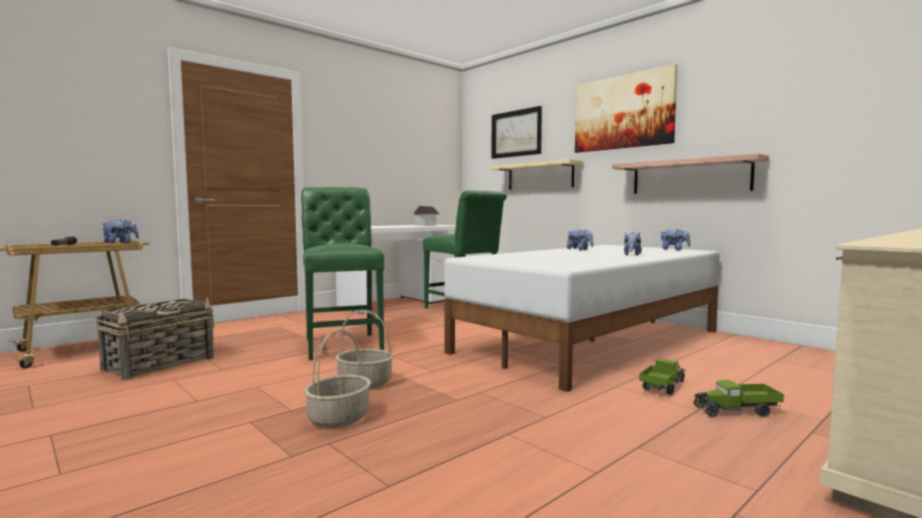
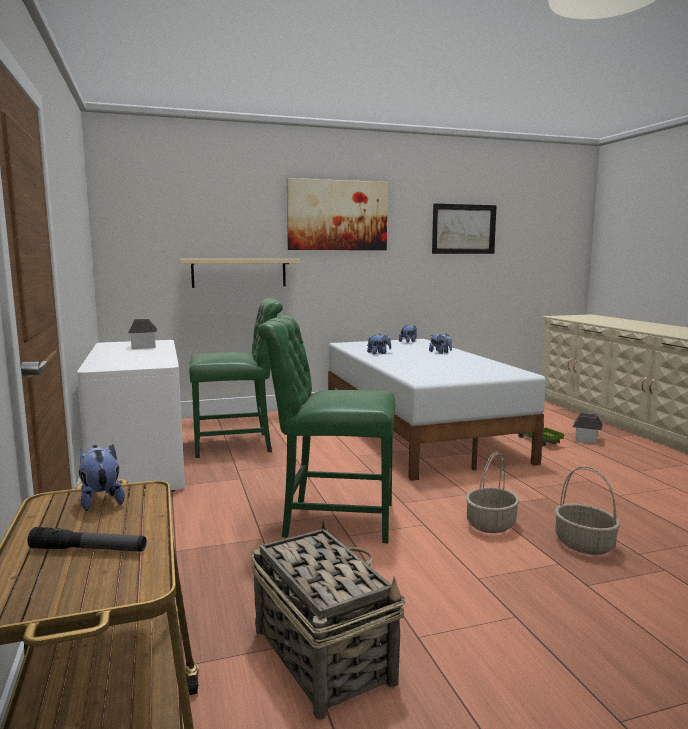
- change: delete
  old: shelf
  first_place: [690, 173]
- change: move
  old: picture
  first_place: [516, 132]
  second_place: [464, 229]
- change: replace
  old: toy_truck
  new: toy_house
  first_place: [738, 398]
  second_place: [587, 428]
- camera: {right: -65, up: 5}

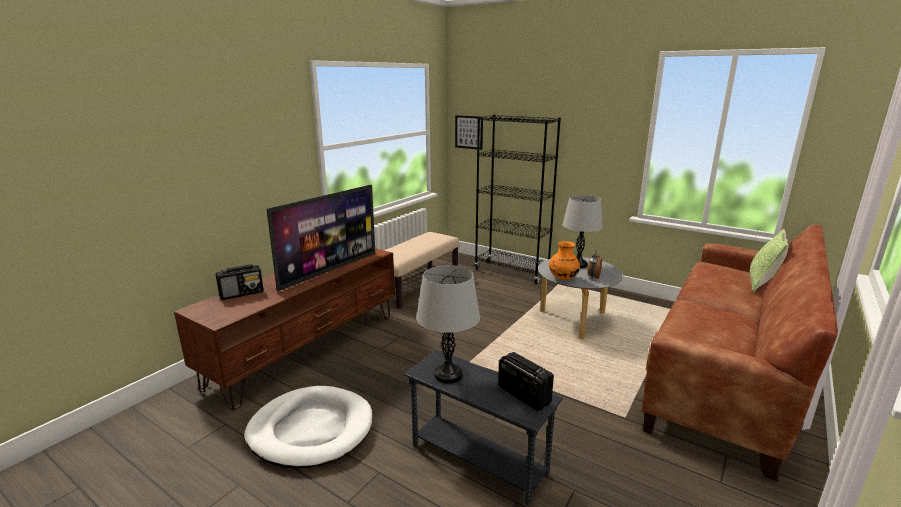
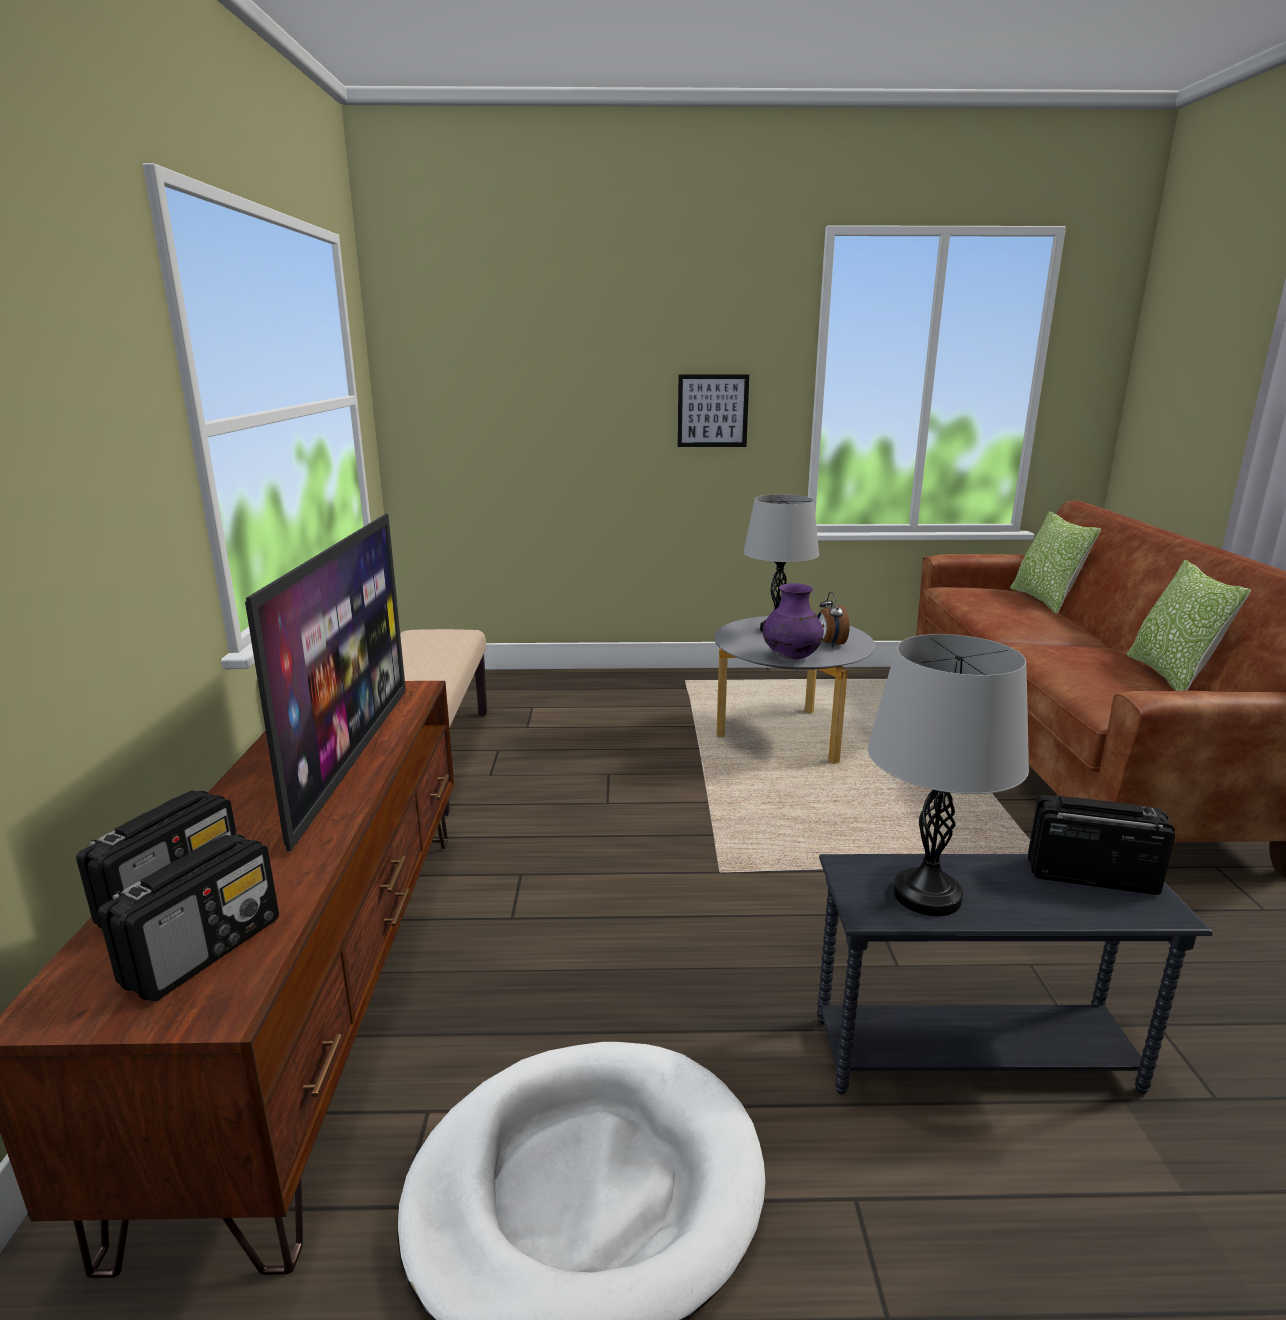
- change: delete
  old: black_bookcase
  first_place: [518, 199]
- change: insert
  new: radio
  second_place: [188, 918]
- change: insert
  new: pillow
  second_place: [1188, 625]
- change: move
  old: picture
  first_place: [469, 132]
  second_place: [713, 410]
- change: recolor
  old: orange_vase
  new: purple_vase
  first_place: [564, 260]
  second_place: [793, 621]
- camera: {right: -35, up: 0}

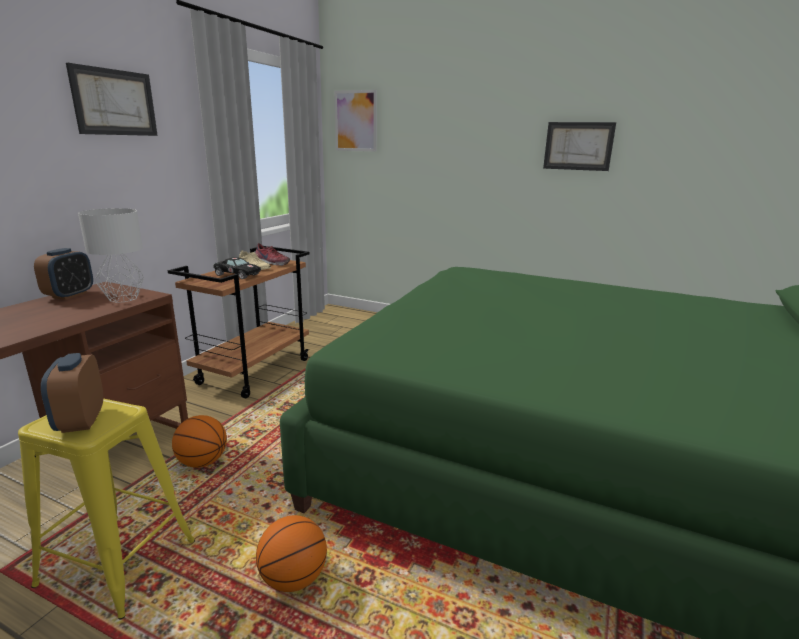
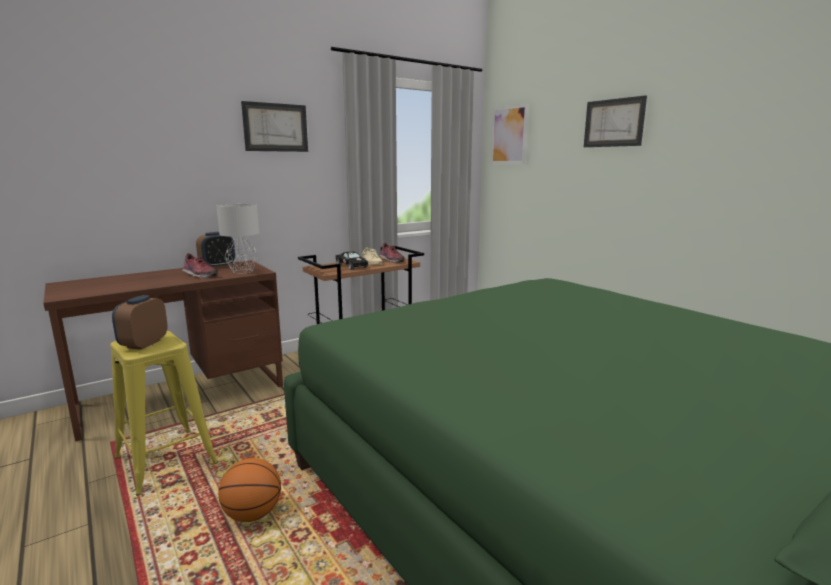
- change: delete
  old: basketball
  first_place: [199, 441]
- change: insert
  new: shoe
  second_place: [200, 265]
- change: move
  old: picture
  first_place: [579, 146]
  second_place: [615, 121]
- camera: {right: 30, up: -5}

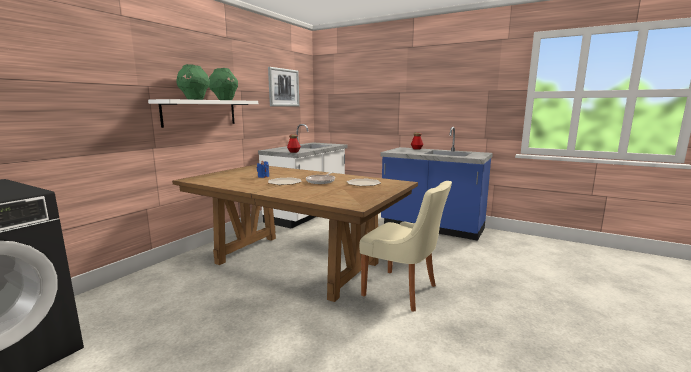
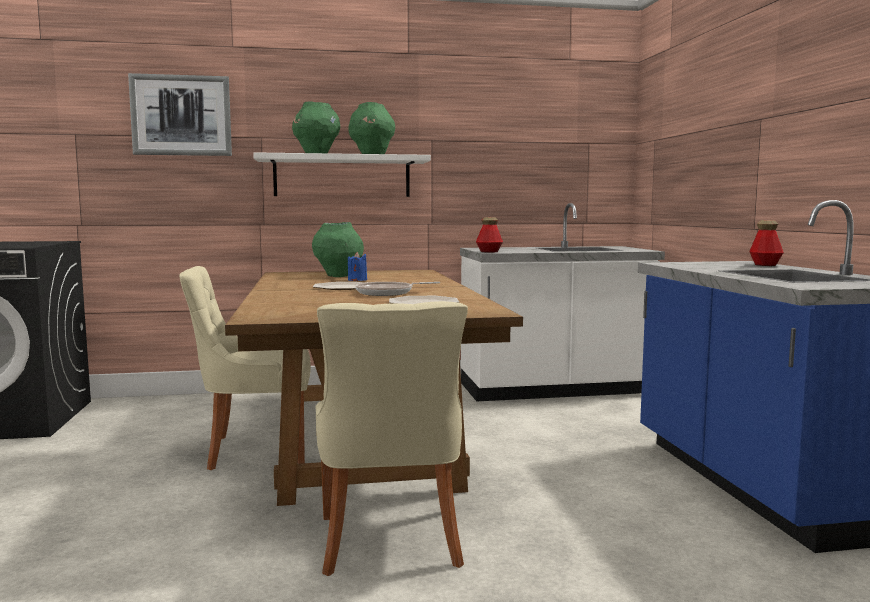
- change: insert
  new: beige_chair
  second_place: [245, 368]
- change: insert
  new: green_vase
  second_place: [338, 249]
- change: move
  old: picture
  first_place: [283, 86]
  second_place: [180, 114]
- camera: {right: 50, up: -5}

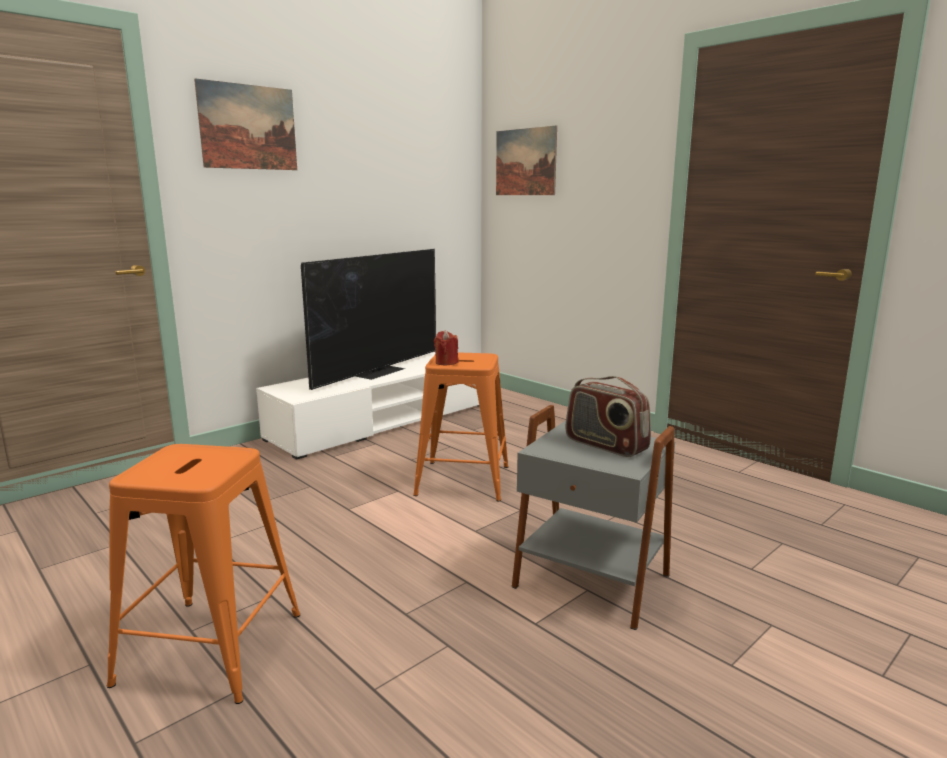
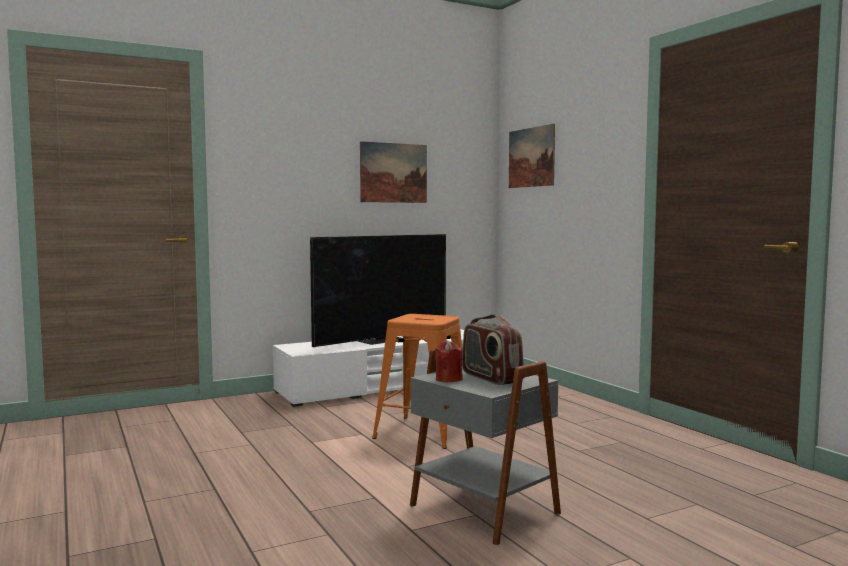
- change: delete
  old: orange_stool
  first_place: [203, 574]
- change: move
  old: picture
  first_place: [245, 124]
  second_place: [393, 172]
- change: move
  old: red_candle
  first_place: [446, 348]
  second_place: [448, 361]
- camera: {right: 15, up: -10}

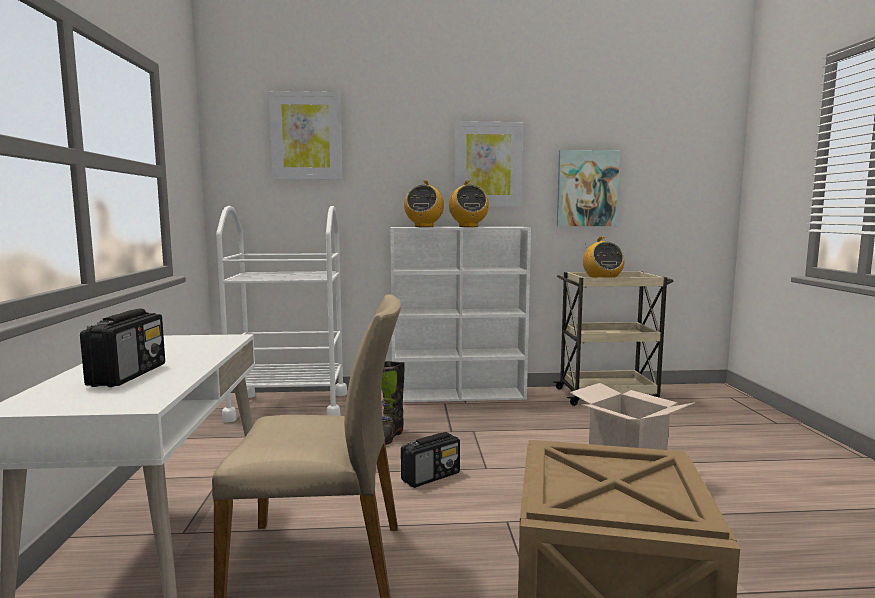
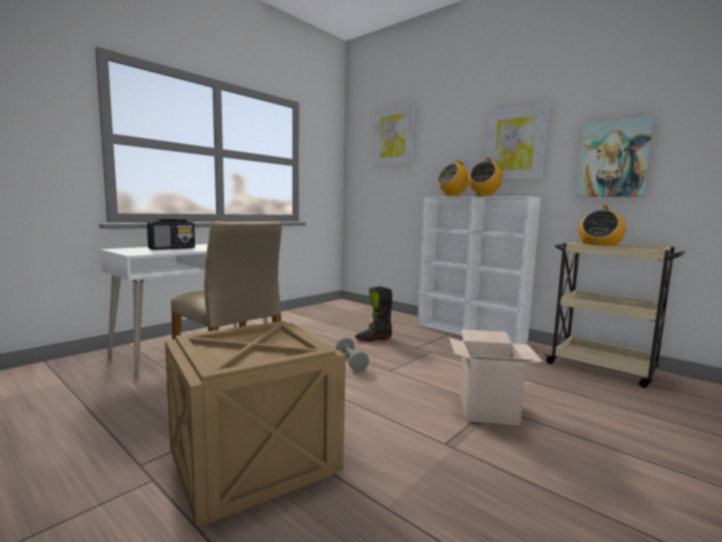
- change: delete
  old: white_cart
  first_place: [281, 314]
- change: replace
  old: radio
  new: grey_dumbbell
  first_place: [430, 460]
  second_place: [352, 354]
- camera: {right: 45, up: 0}

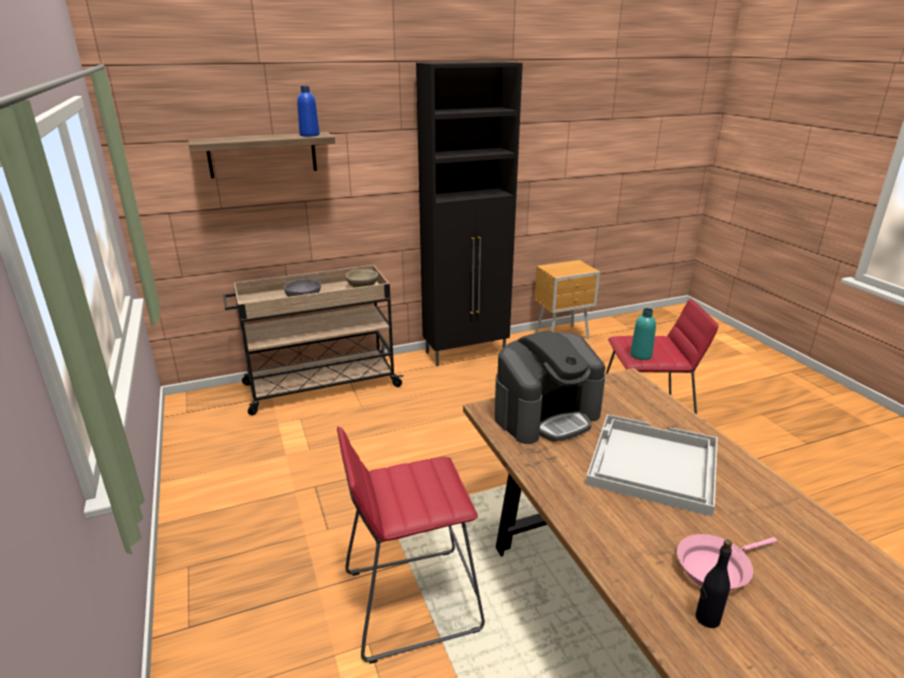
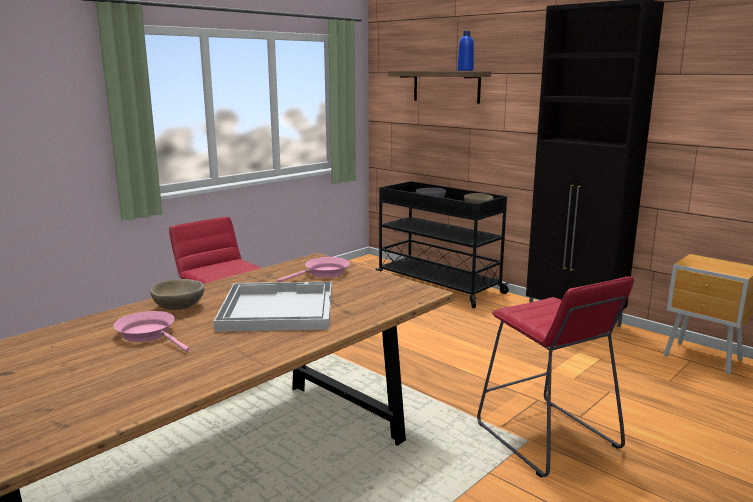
- change: delete
  old: turquoise_bottle
  first_place: [643, 334]
- change: delete
  old: black_bottle
  first_place: [713, 584]
- change: insert
  new: beige_bowl
  second_place: [177, 294]
- change: replace
  old: coffee_machine
  new: pink_frying_pan
  first_place: [549, 387]
  second_place: [313, 269]
- change: recolor
  old: beige_cart
  new: black_cart
  first_place: [313, 340]
  second_place: [443, 244]
- camera: {right: 65, up: -10}

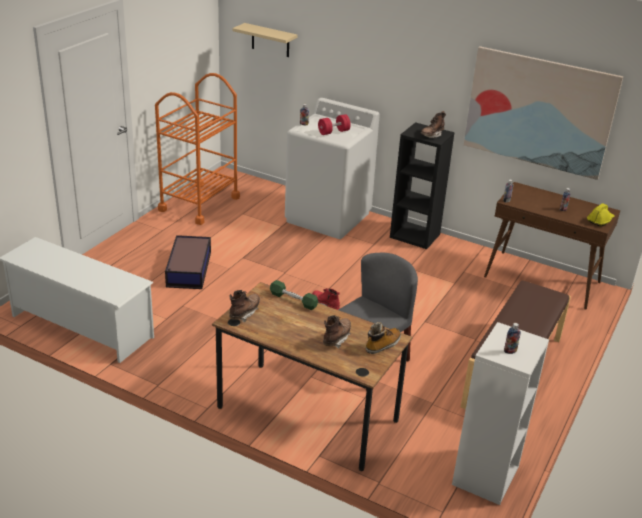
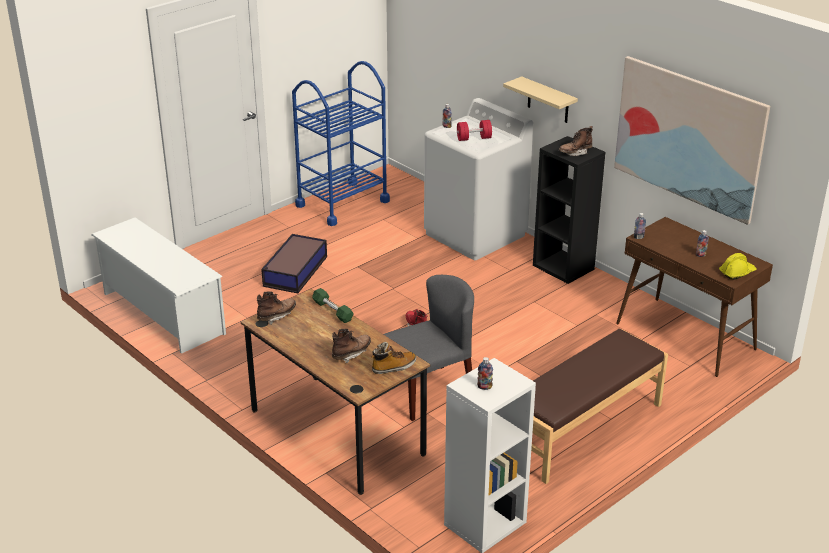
- change: move
  old: beige_shelf
  first_place: [265, 40]
  second_place: [540, 99]
- change: recolor
  old: orange_cart
  new: blue_cart
  first_place: [197, 149]
  second_place: [341, 143]
- camera: {right: 20, up: 0}

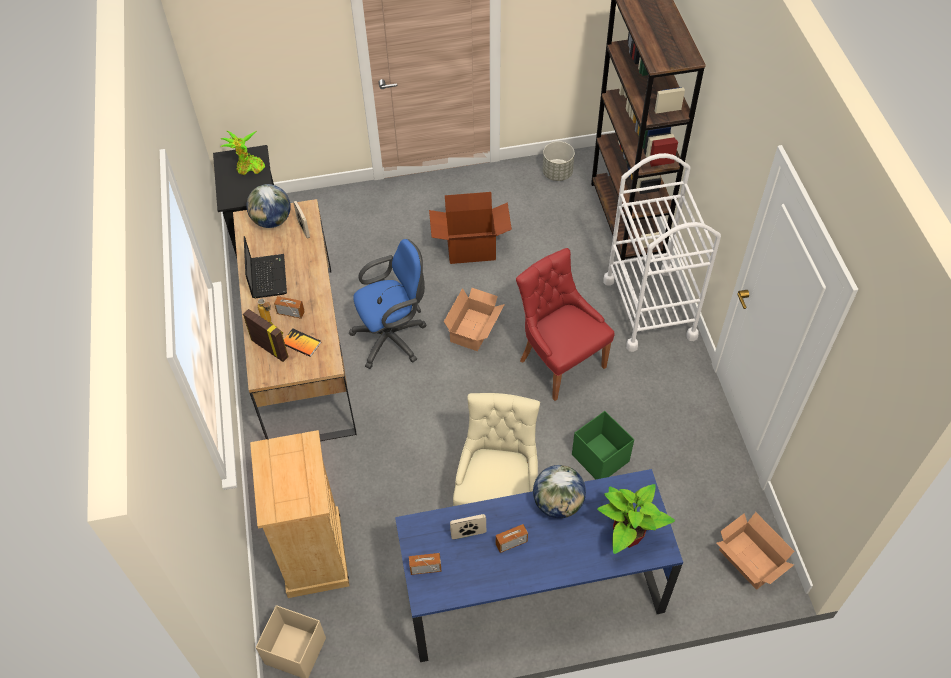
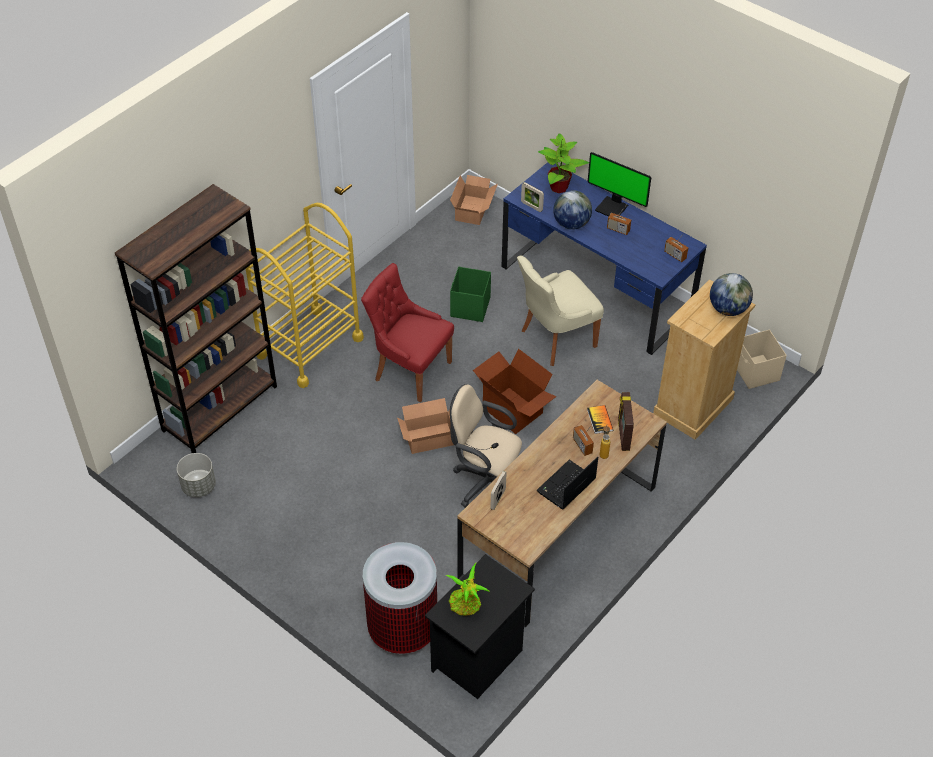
- change: insert
  new: trash_can
  second_place: [400, 598]
- change: insert
  new: monitor
  second_place: [619, 184]
- change: move
  old: globe
  first_place: [269, 206]
  second_place: [731, 294]
- change: move
  old: cardboard_box
  first_place: [470, 228]
  second_place: [514, 391]
- change: move
  old: picture_frame
  first_place: [468, 526]
  second_place: [532, 197]
- change: recolor
  old: blue_office_chair
  new: beige_office_chair
  first_place: [387, 304]
  second_place: [486, 445]
- change: recolor
  old: white_cart
  new: yellow_cart
  first_place: [662, 252]
  second_place: [305, 295]
- change: rotate
  old: red_chair
  first_place: [565, 324]
  second_place: [407, 332]
  degrees: 105
- camera: {right: -130, up: -5}

